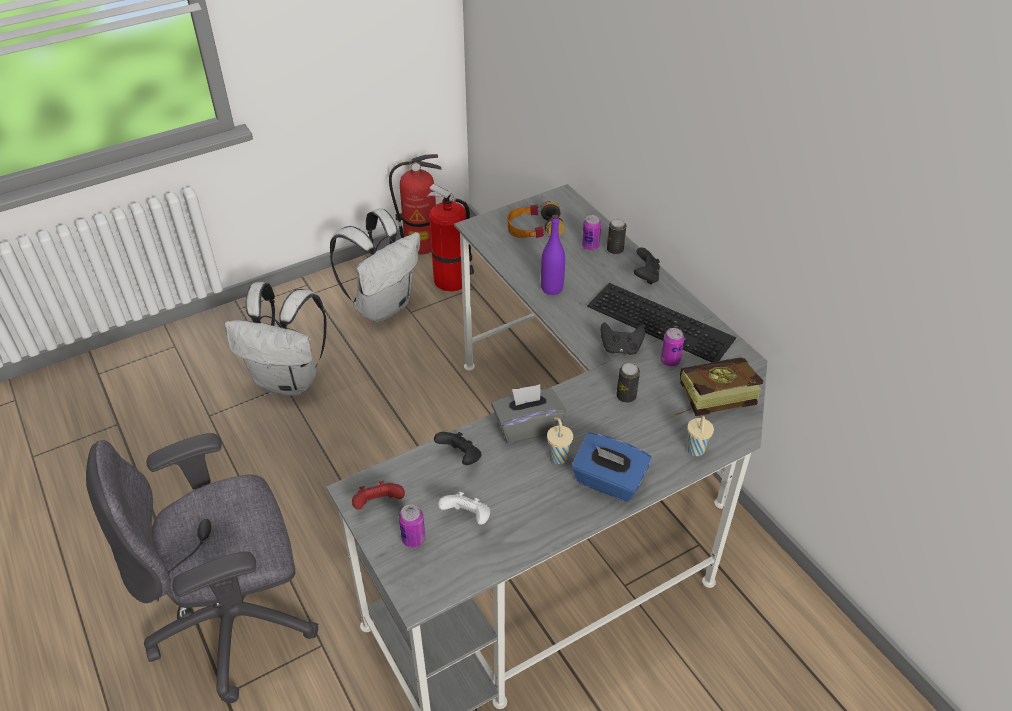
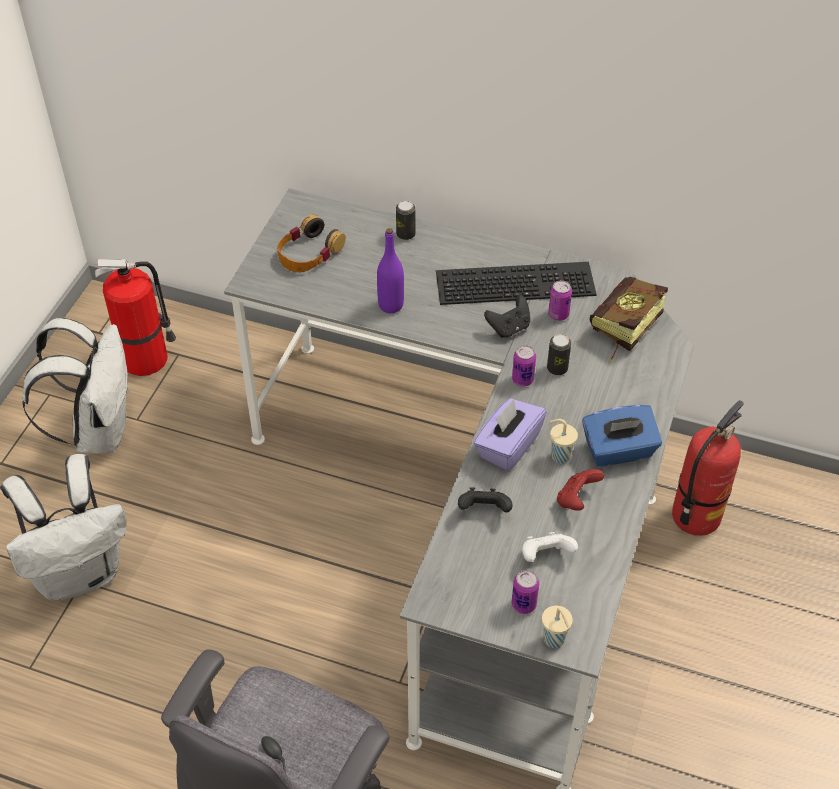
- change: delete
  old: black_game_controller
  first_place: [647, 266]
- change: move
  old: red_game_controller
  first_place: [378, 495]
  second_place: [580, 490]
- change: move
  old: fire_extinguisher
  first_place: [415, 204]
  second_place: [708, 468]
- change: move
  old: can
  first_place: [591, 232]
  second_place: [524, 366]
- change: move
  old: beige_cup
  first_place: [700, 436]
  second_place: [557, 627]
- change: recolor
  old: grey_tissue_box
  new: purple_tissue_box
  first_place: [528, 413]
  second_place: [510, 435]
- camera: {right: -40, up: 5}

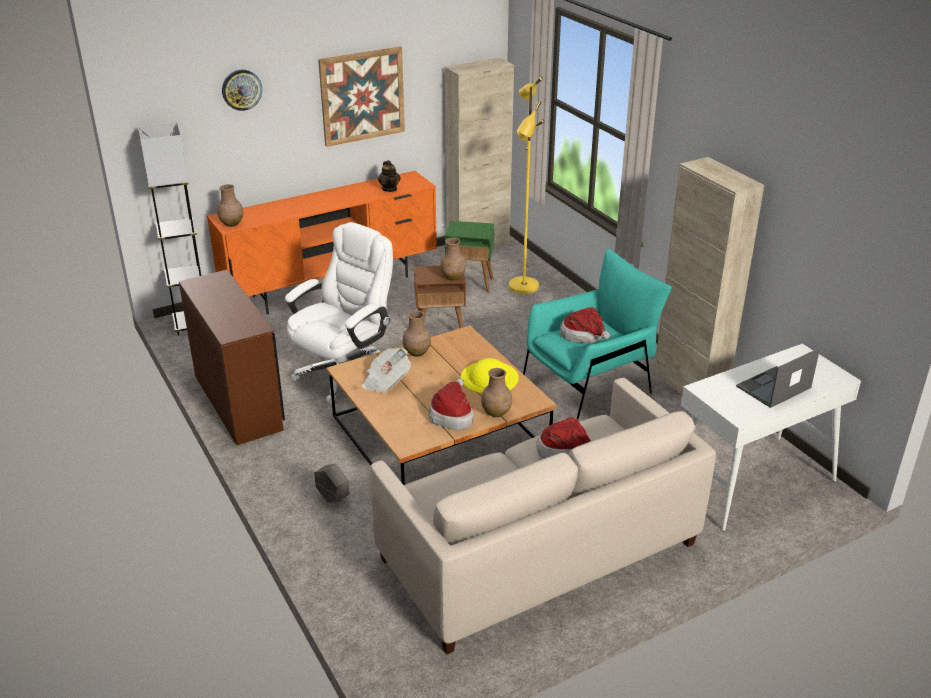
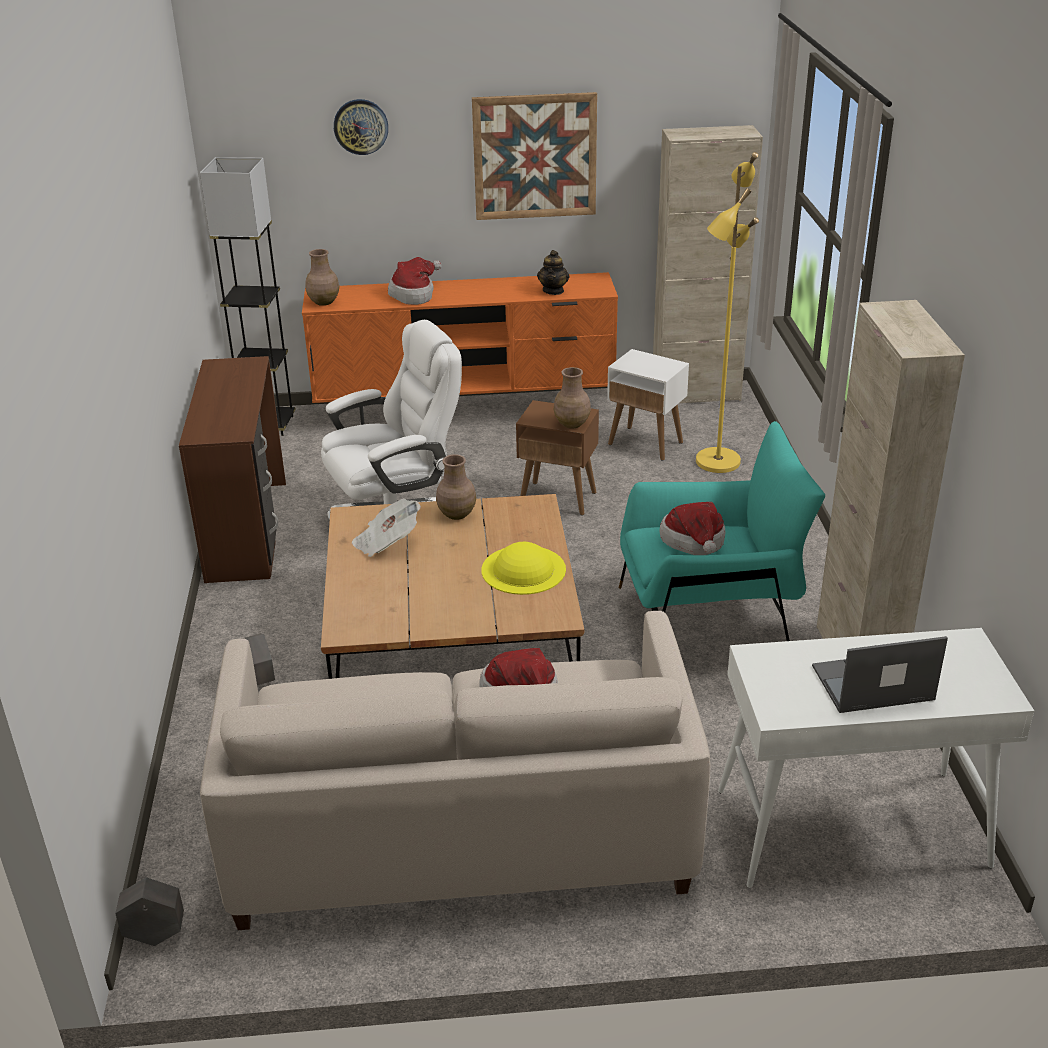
- change: delete
  old: brown_vase
  first_place: [496, 392]
- change: insert
  new: grey_planter
  second_place: [149, 911]
- change: move
  old: hat
  first_place: [451, 404]
  second_place: [415, 281]
- change: recolor
  old: green_side_table
  new: white_side_table
  first_place: [470, 257]
  second_place: [648, 404]
- camera: {right: 25, up: 0}

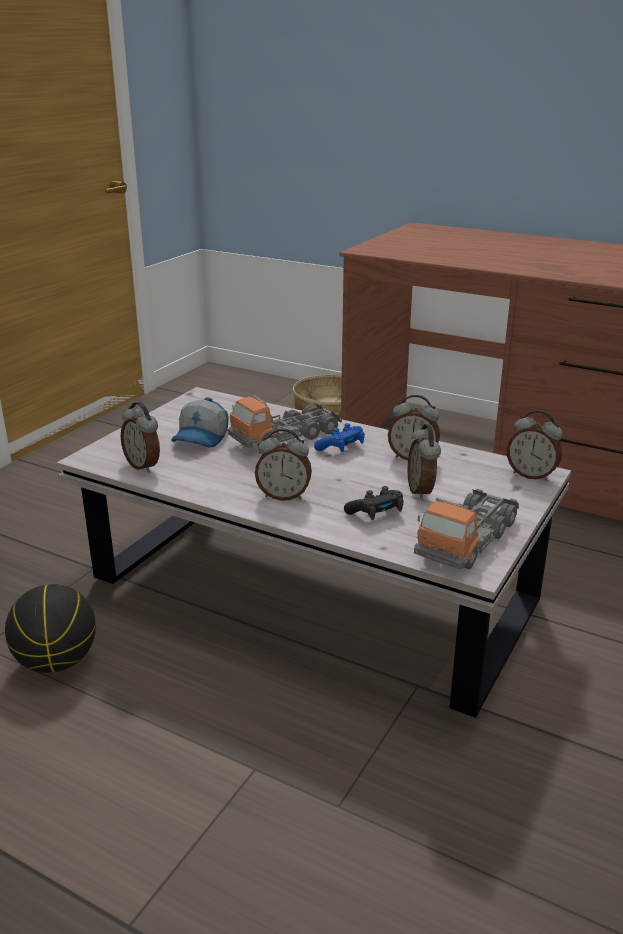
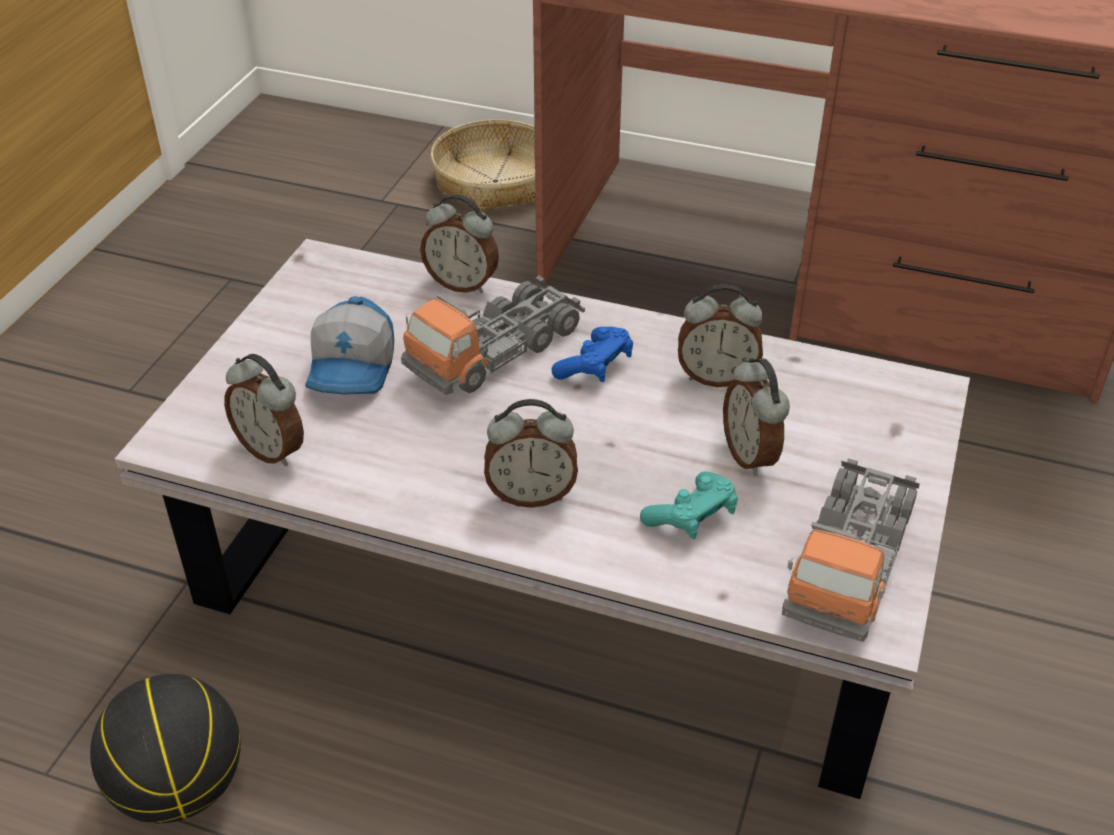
- change: move
  old: alarm_clock
  first_place: [535, 445]
  second_place: [459, 243]
- change: recolor
  old: black_game_controller
  new: turquoise_game_controller
  first_place: [374, 503]
  second_place: [689, 505]
- camera: {right: -10, up: 15}

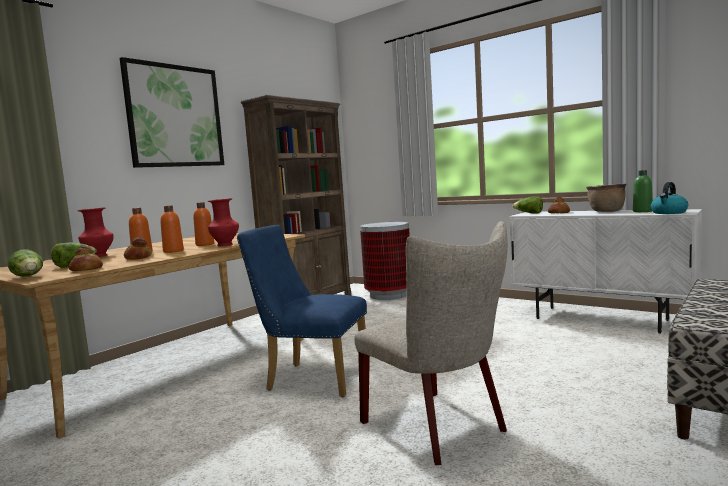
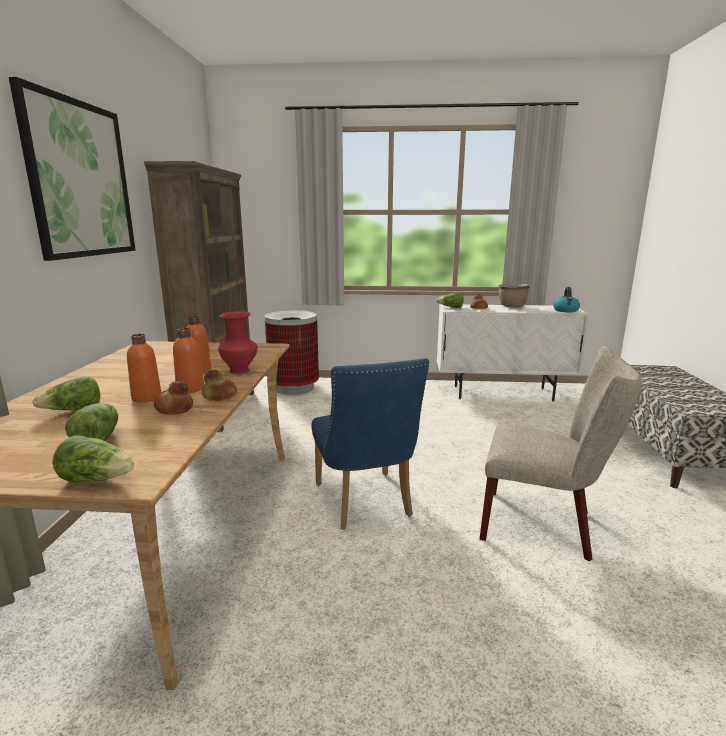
- change: delete
  old: green_bottle
  first_place: [643, 191]
- change: move
  old: bread
  first_place: [85, 258]
  second_place: [219, 385]
- change: replace
  old: red_vase
  new: lettuce
  first_place: [96, 232]
  second_place: [66, 393]
- change: rotate
  old: blue_chair
  first_place: [302, 311]
  second_place: [370, 444]
  degrees: -90
- camera: {right: -35, up: 10}

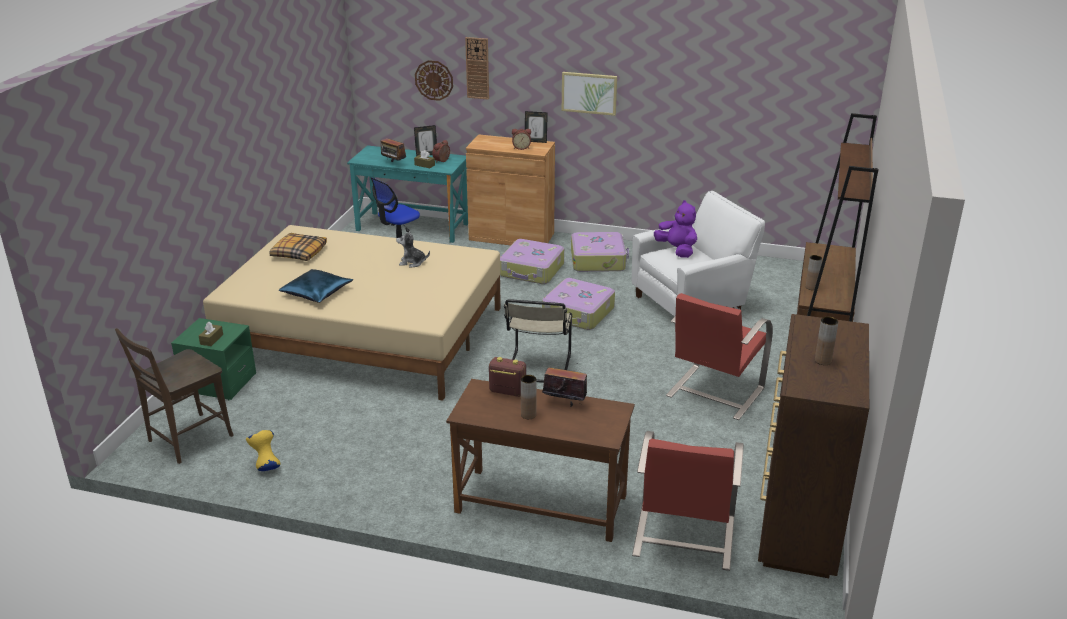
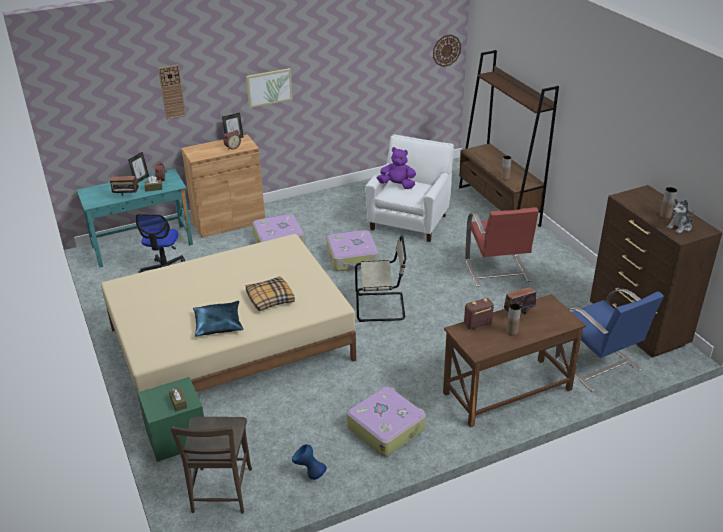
- change: move
  old: pillow
  first_place: [298, 247]
  second_place: [270, 293]
- change: move
  old: plush_toy
  first_place: [413, 249]
  second_place: [680, 216]
- change: move
  old: wall_clock
  first_place: [434, 80]
  second_place: [447, 51]
- change: move
  old: suitcase
  first_place: [600, 252]
  second_place: [386, 422]
- change: recolor
  old: yellow_vase
  new: blue_vase
  first_place: [263, 450]
  second_place: [309, 462]
- change: recolor
  old: red_armchair
  new: blue_armchair
  first_place: [688, 501]
  second_place: [609, 340]
- change: rotate
  old: beige_chair
  first_place: [538, 341]
  second_place: [380, 279]
  degrees: -60
- camera: {right: -40, up: 5}

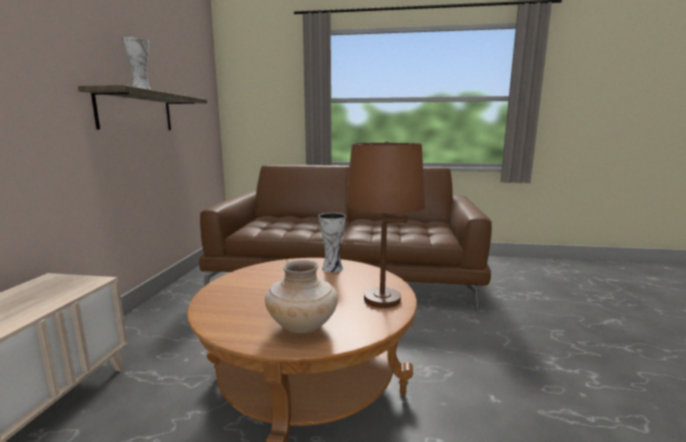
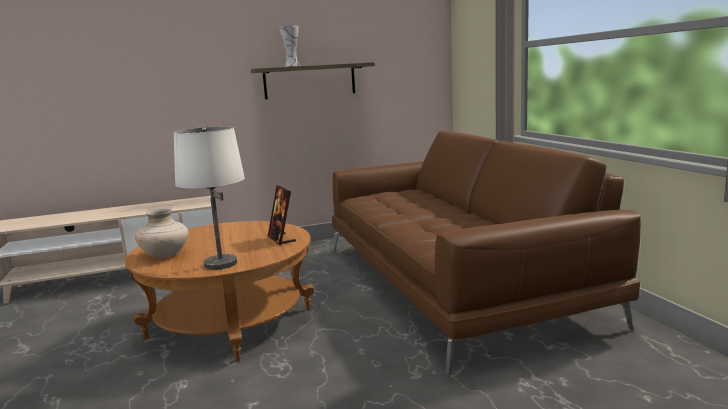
- change: replace
  old: vase
  new: picture_frame
  first_place: [332, 242]
  second_place: [282, 215]
- change: recolor
  old: brown_table_lamp
  new: white_table_lamp
  first_place: [385, 224]
  second_place: [209, 198]
- camera: {right: 65, up: 0}

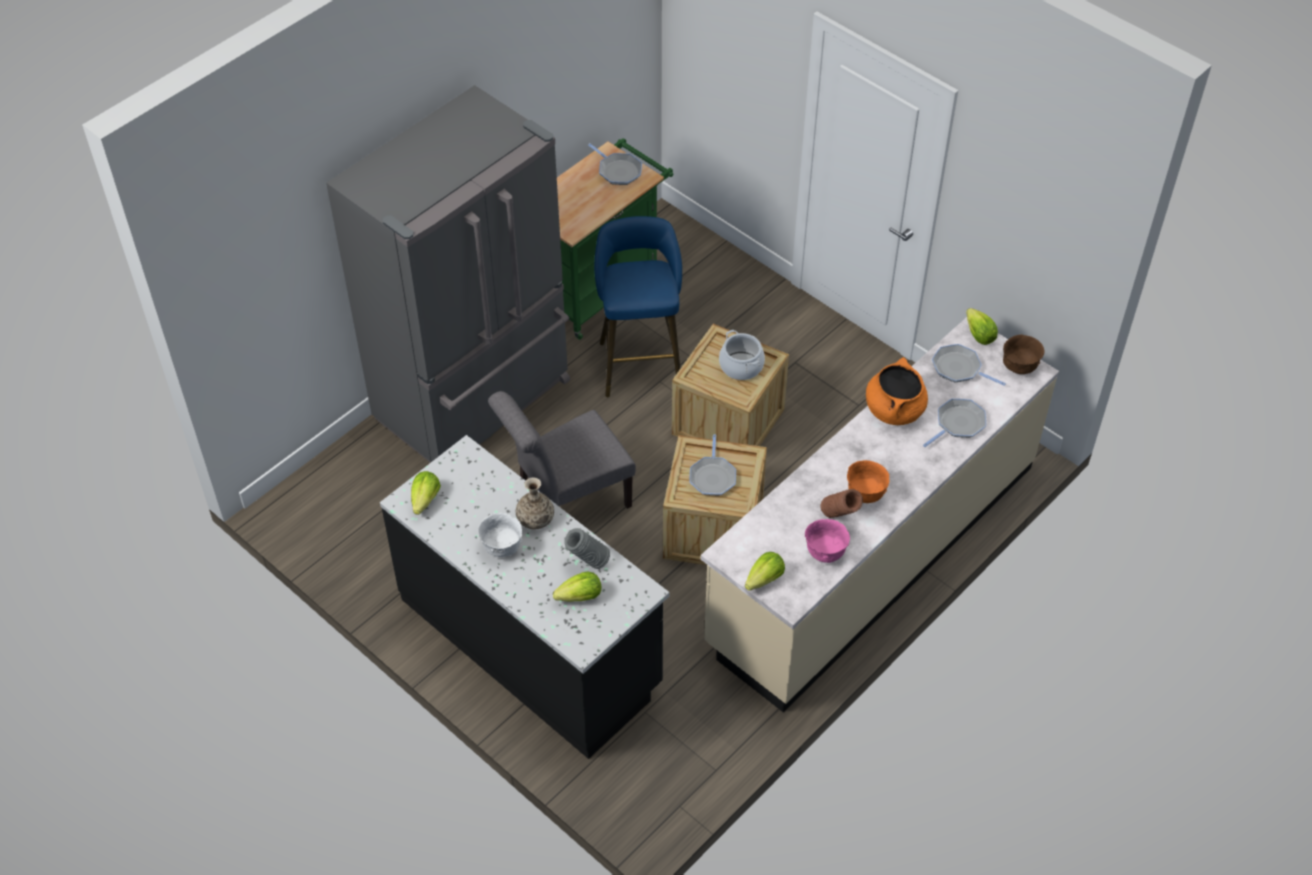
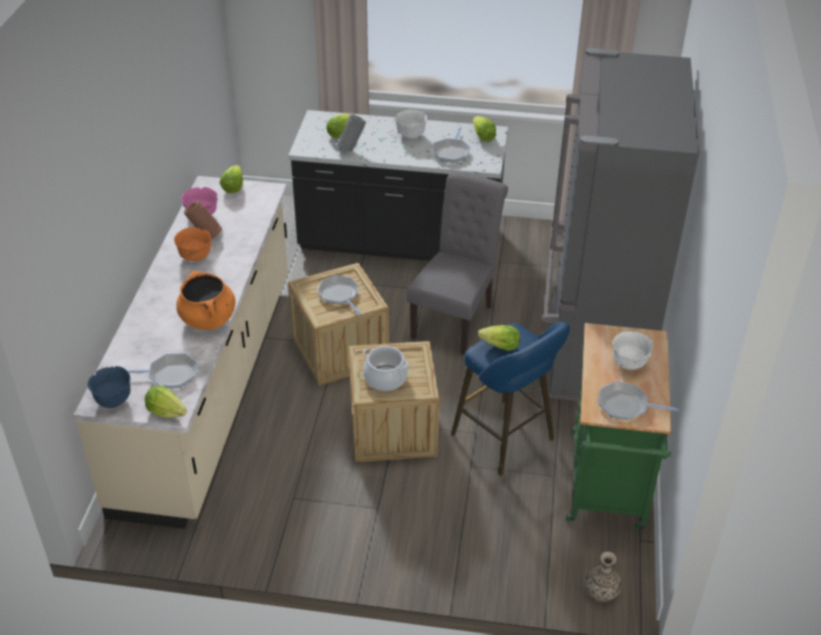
- change: insert
  new: lettuce
  second_place: [499, 338]
- change: insert
  new: white_bowl
  second_place: [632, 350]
- change: move
  old: vase
  first_place: [535, 503]
  second_place: [603, 577]
- change: move
  old: frying_pan
  first_place: [954, 423]
  second_place: [451, 145]
- change: recolor
  old: brown_bowl
  new: blue_bowl
  first_place: [1024, 354]
  second_place: [109, 387]
- camera: {right: 145, up: -10}

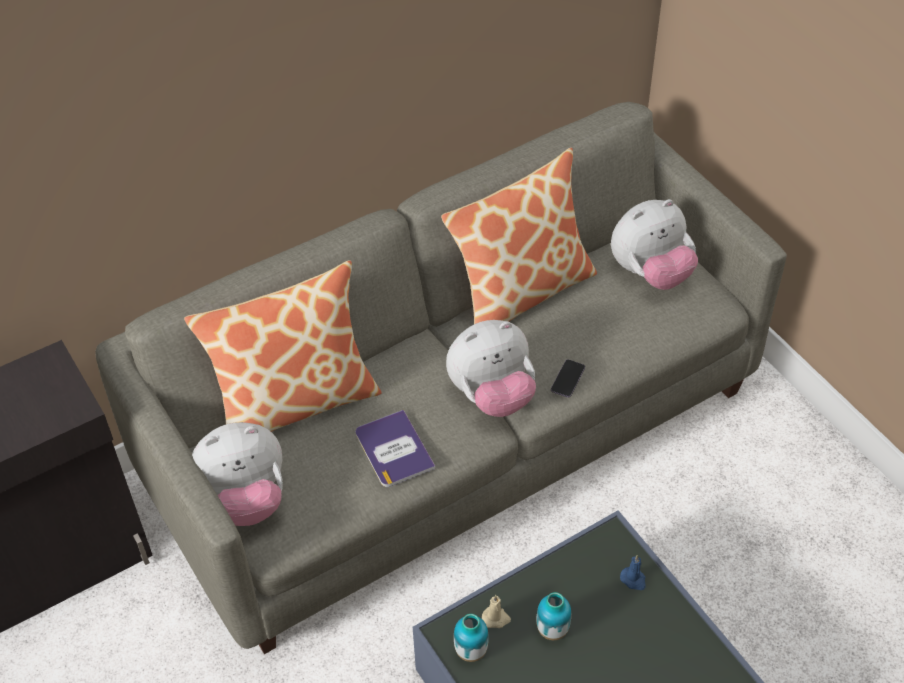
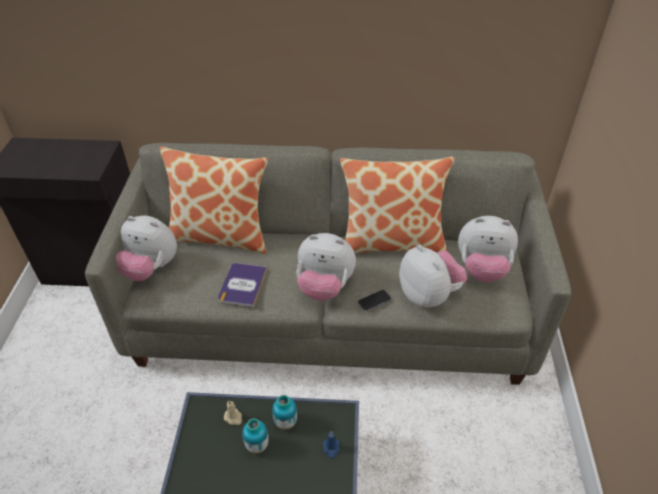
- change: insert
  new: plush_toy
  second_place: [433, 276]
- change: move
  old: vase
  first_place: [471, 638]
  second_place: [284, 412]
- camera: {right: 35, up: -5}

